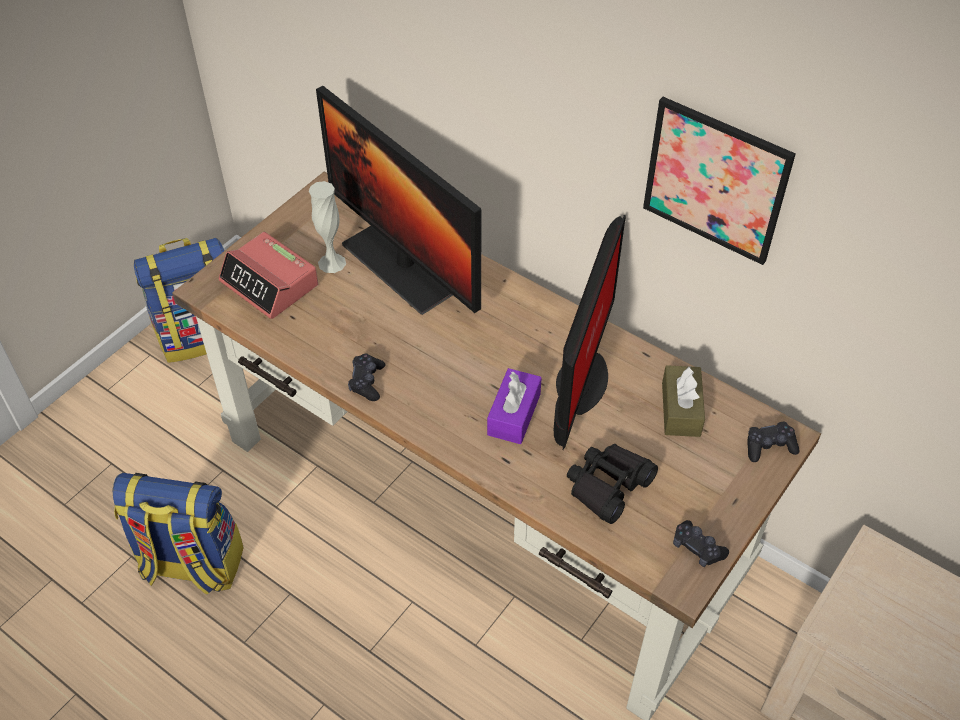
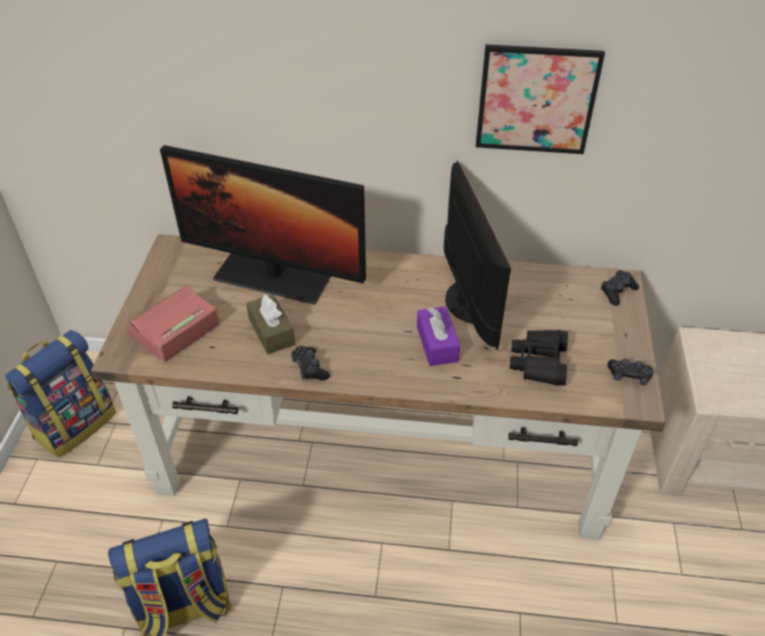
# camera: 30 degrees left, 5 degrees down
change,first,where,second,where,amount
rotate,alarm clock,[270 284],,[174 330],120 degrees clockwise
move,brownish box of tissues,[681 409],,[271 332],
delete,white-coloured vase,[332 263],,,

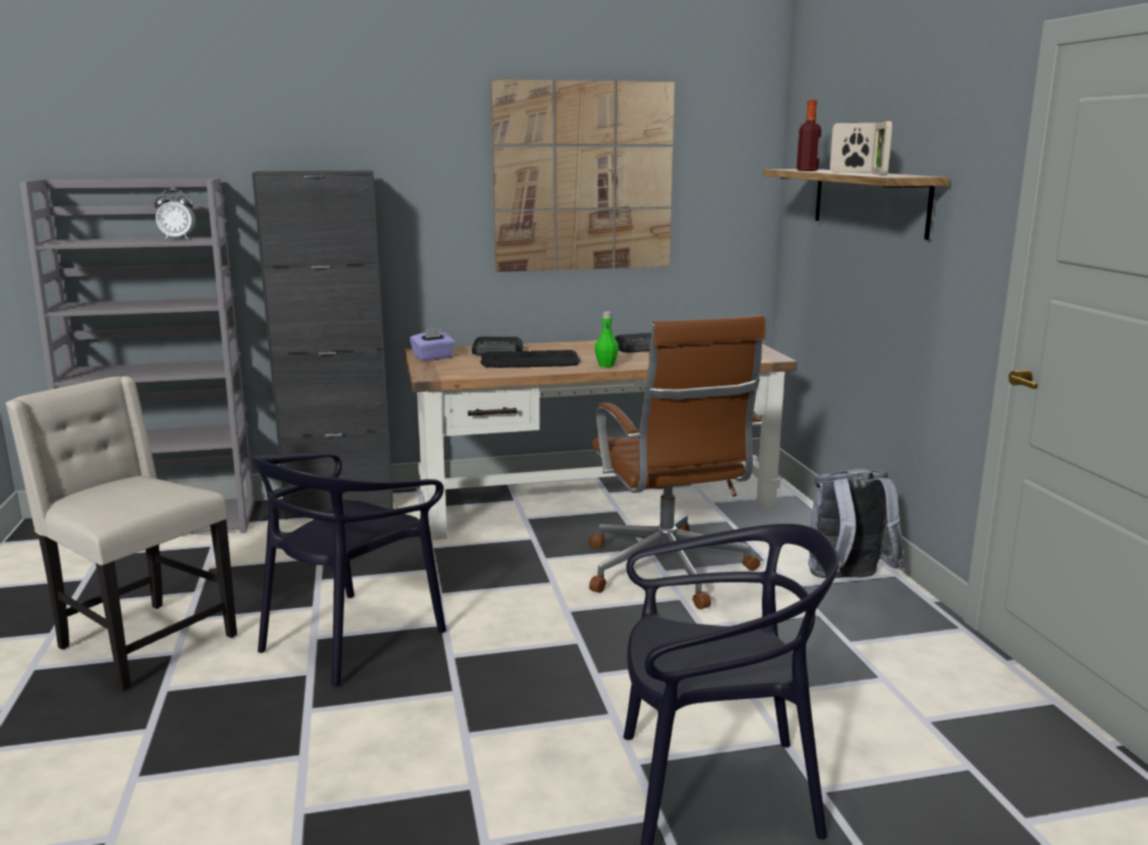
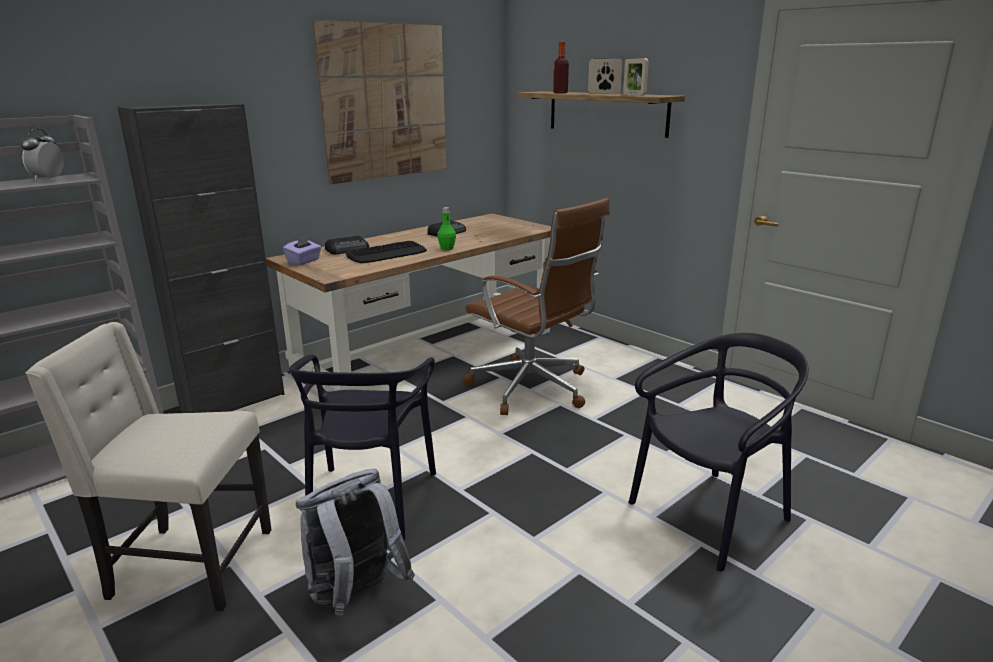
# camera: 30 degrees left, 5 degrees up
change,first,where,second,where,amount
rotate,alarm clock,[178 238],,[48 179],135 degrees clockwise
move,grey knapsack,[847 580],,[355 596],

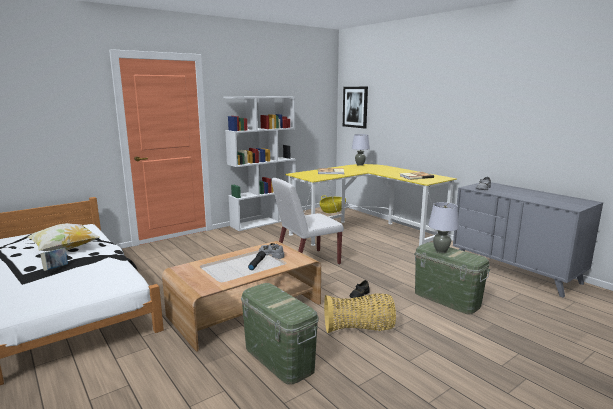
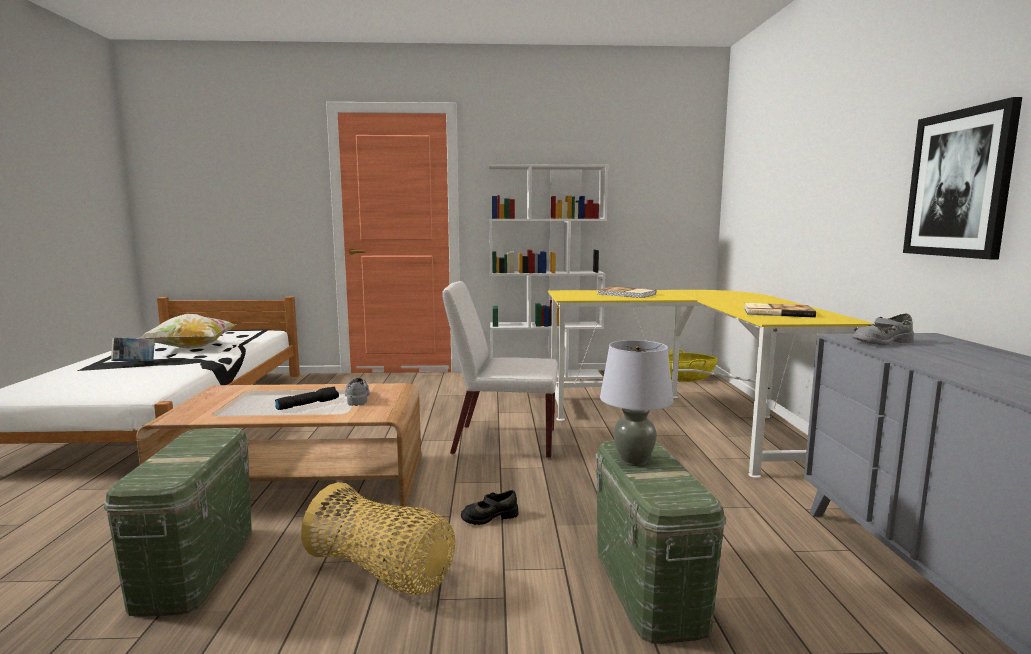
# camera: 35 degrees right, 5 degrees down
change,first,where,second,where,amount
move,wall picture,[355 107],,[959 184],
delete,grey table lamp,[360 165],,,

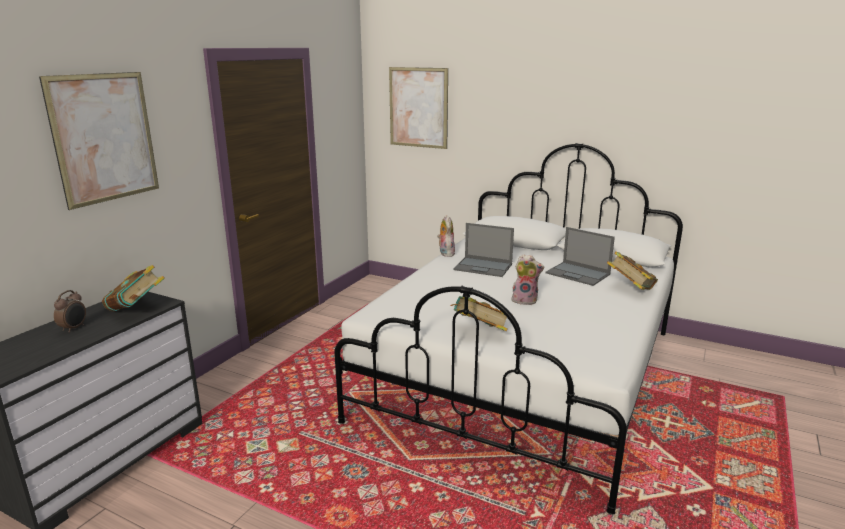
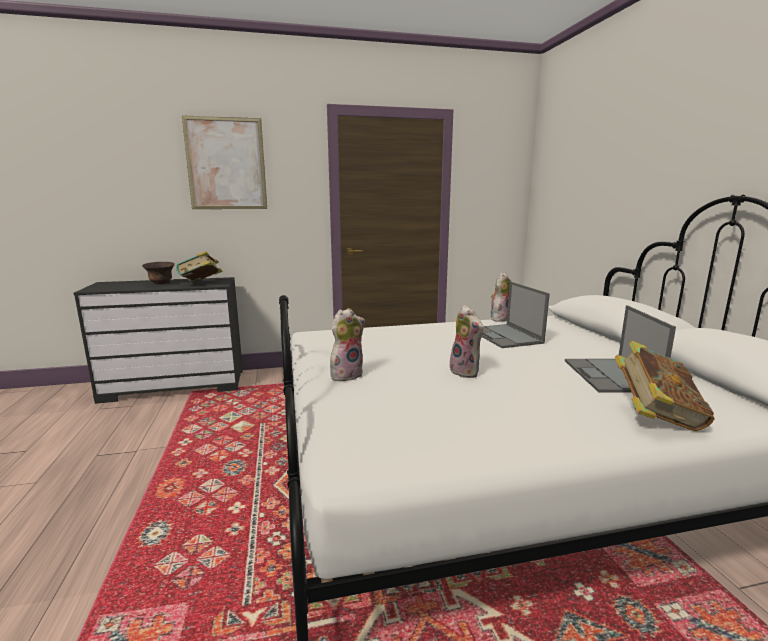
# camera: 50 degrees right, 5 degrees down
change,first,where,second,where,amount
replace,alarm clock,[74 328],brownish bowl,[161 283],
replace,book,[479 332],soft toy,[346 374],
delete,wall picture,[418 107],,,

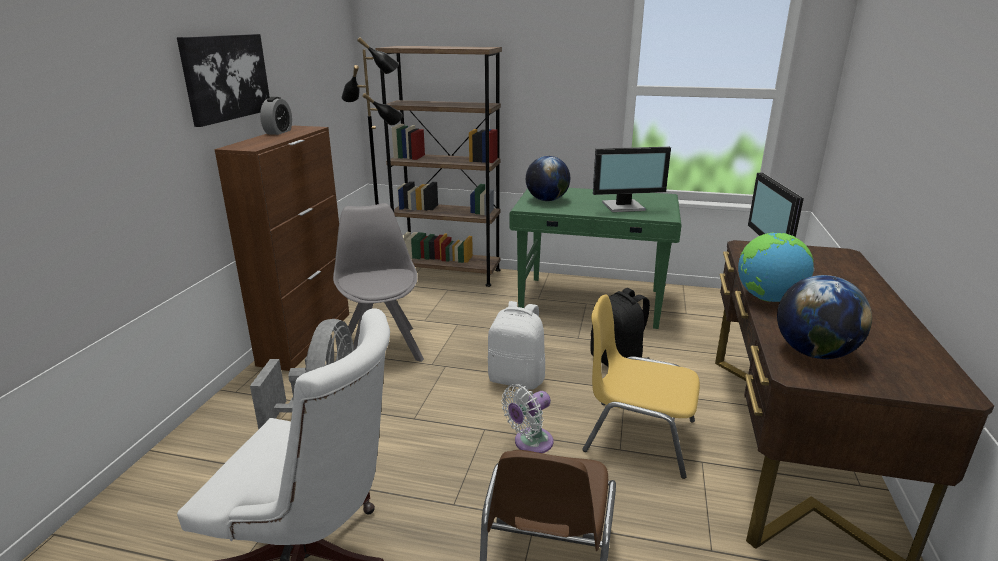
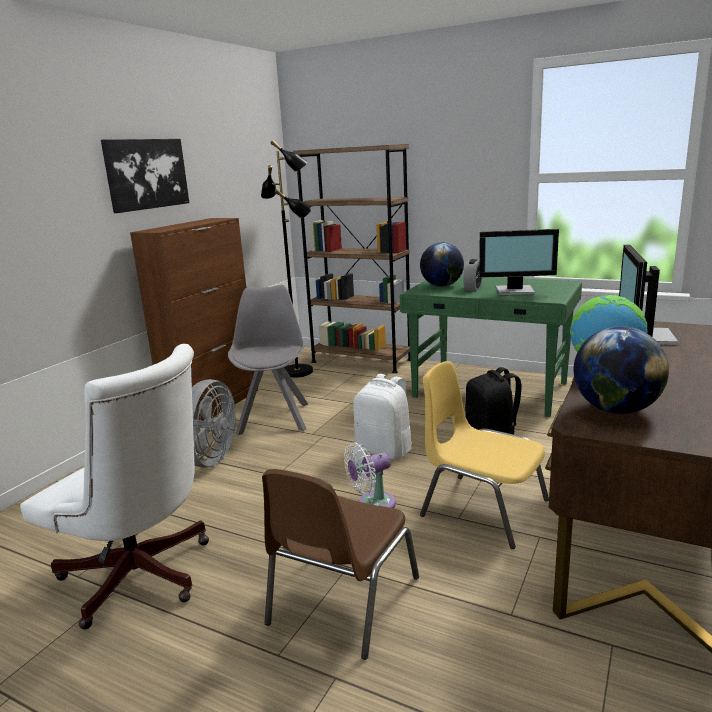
# camera: 15 degrees right, 5 degrees down
change,first,where,second,where,amount
move,alarm clock,[278 132],,[473 288],

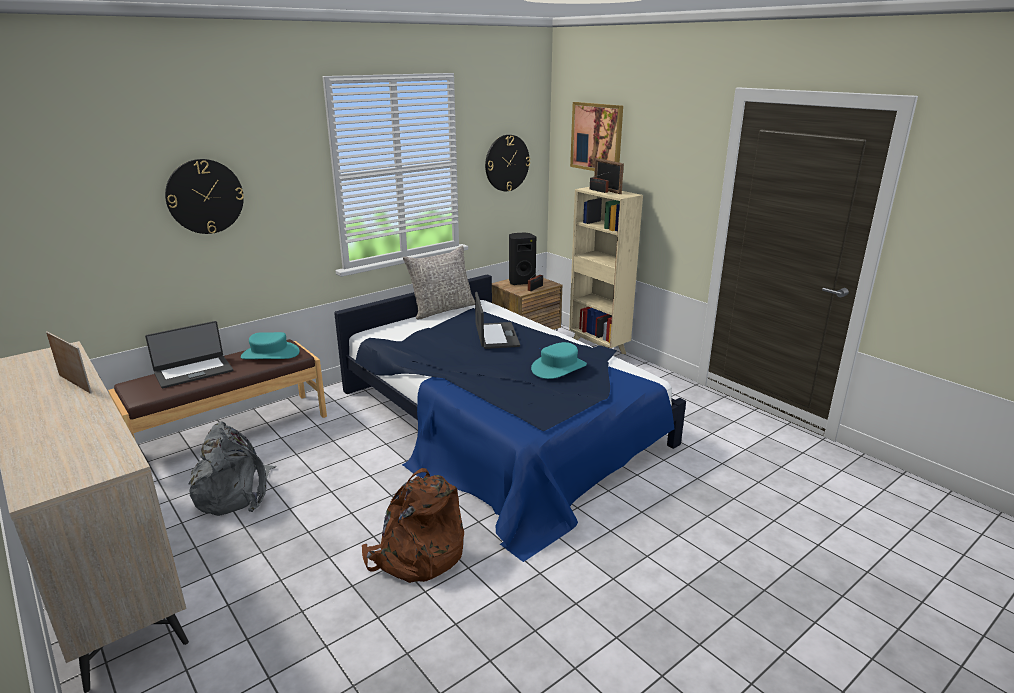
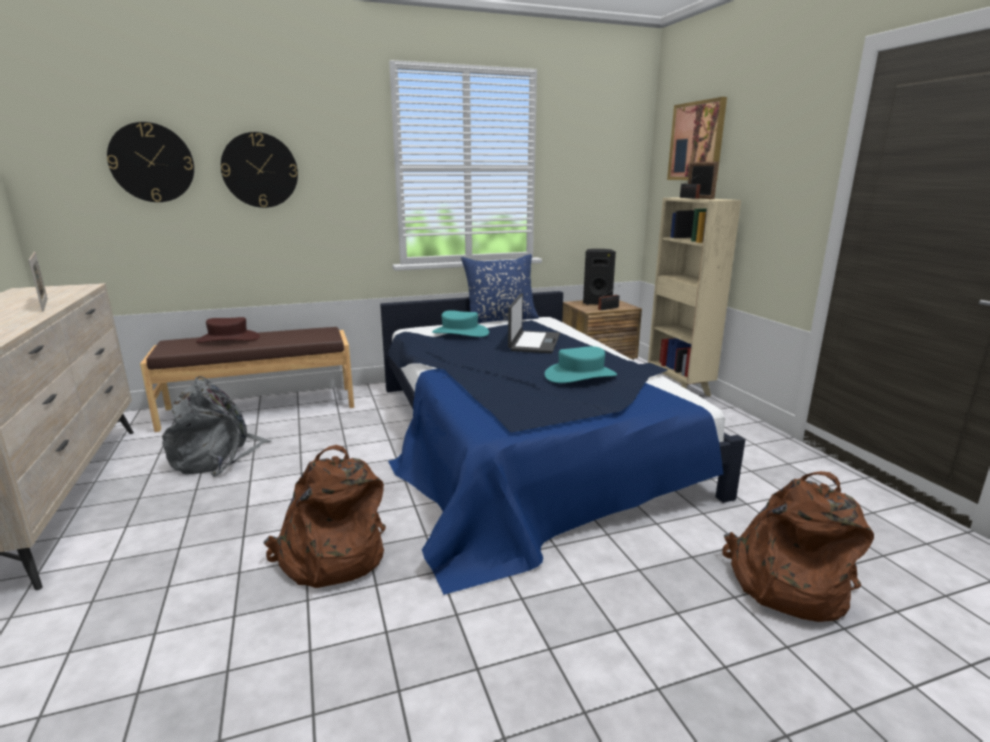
# camera: 20 degrees right, 5 degrees down
change,first,where,second,where,amount
move,wall clock,[507 163],,[152 163],
replace,laptop,[193 372],brownish hat,[228 339],
move,blue-green hat,[270 354],,[460 333],
recolor,grey cushion,[442 309],blue cushion,[500 319],
insert,,,brownish knapsack,[785 583],

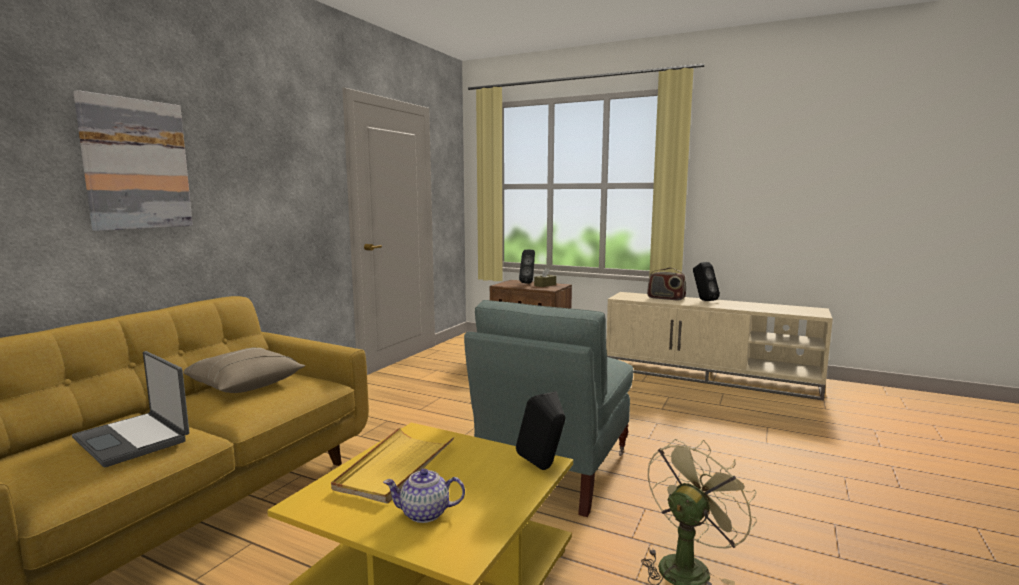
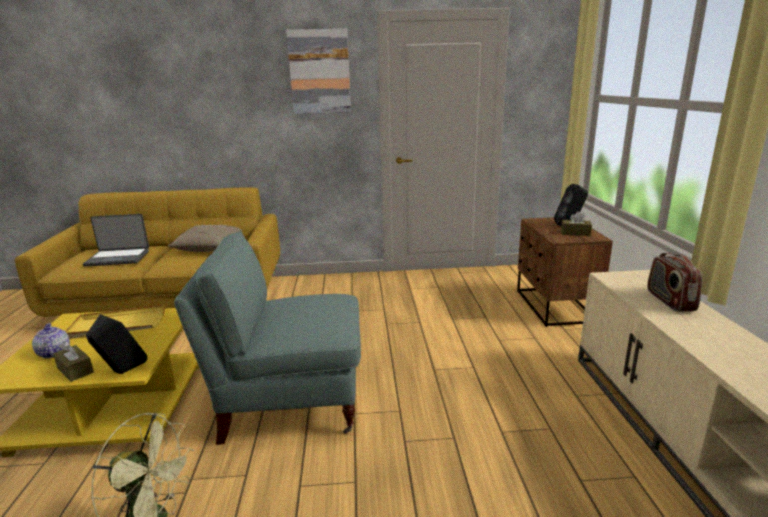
# camera: 60 degrees right, 10 degrees up
change,first,where,second,where,amount
insert,,,brownish box of tissues,[75 370],
rotate,laptop,[134 439],,[118 258],105 degrees counterclockwise
move,wall picture,[136 164],,[319 72],
delete,blackish audio speaker,[703 300],,,

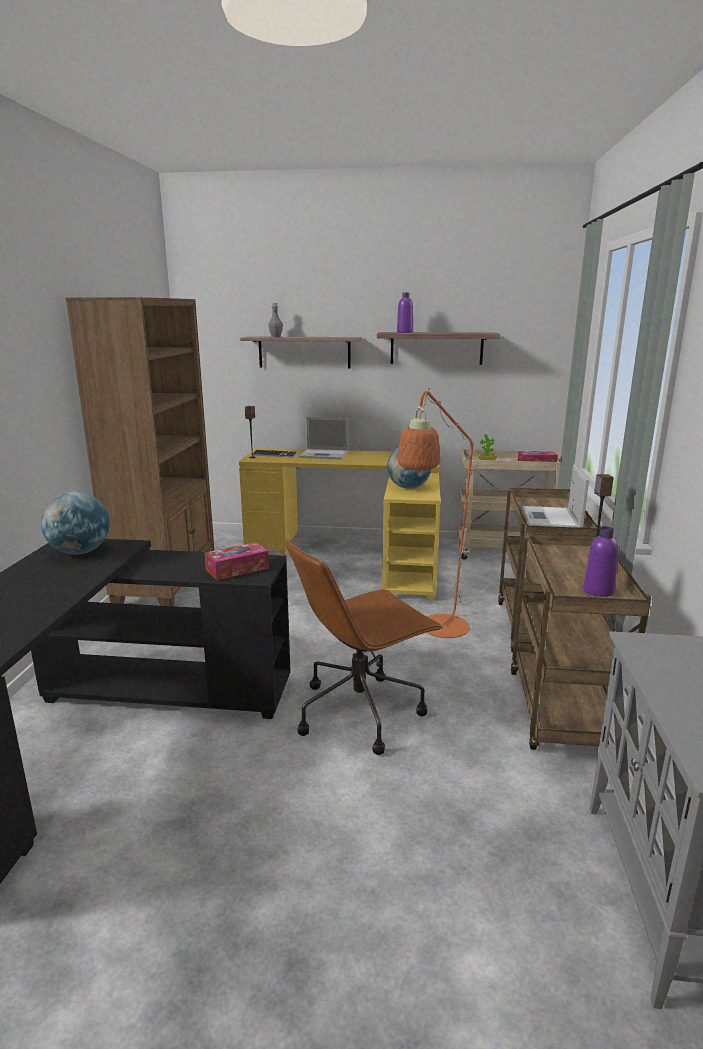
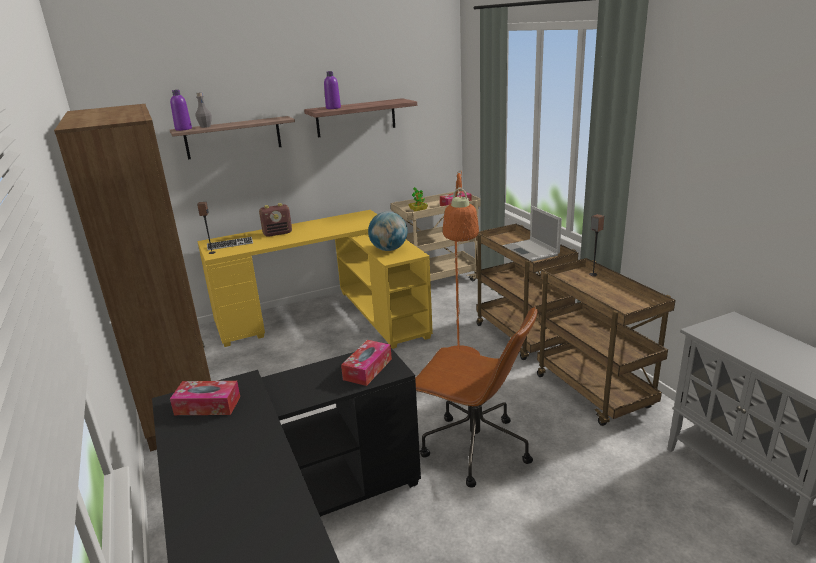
# camera: 30 degrees left, 5 degrees up
change,first,where,second,where,amount
move,purplish beverage bottle,[598 591],,[183 129],
replace,desk globe,[80 552],box of tissues,[207 405],
replace,laptop,[325 454],radio set,[278 233],
rotate,brownish office chair,[361 711],,[473 448],90 degrees counterclockwise

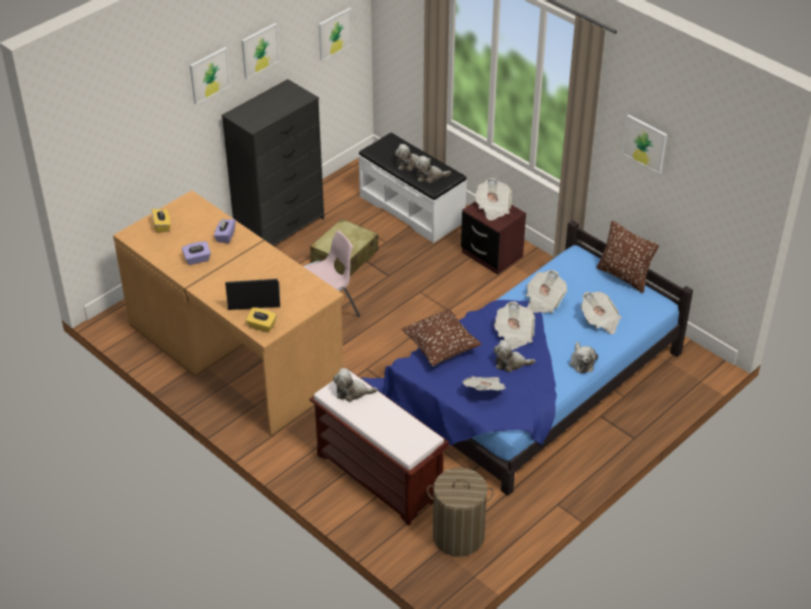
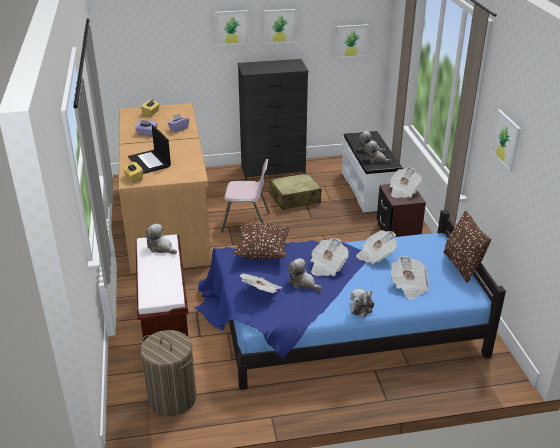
# camera: 35 degrees right, 10 degrees down
change,first,where,second,where,amount
rotate,laptop,[253 297],,[150 162],150 degrees counterclockwise

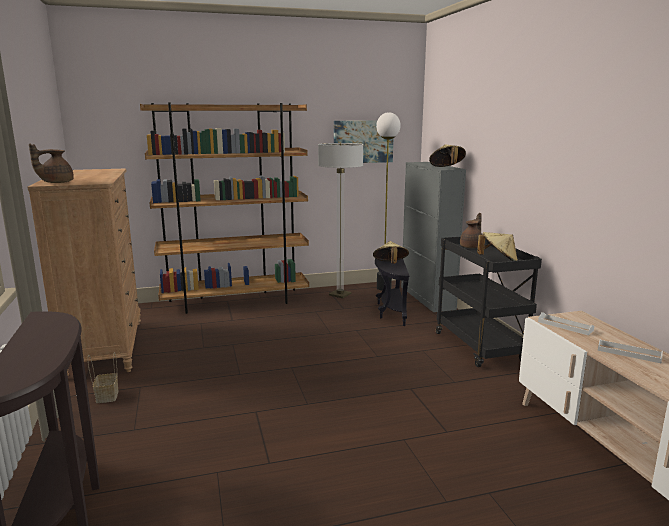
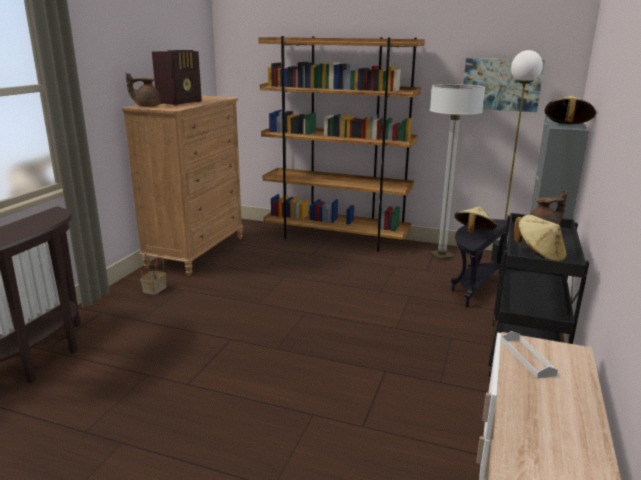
# camera: 35 degrees right, 5 degrees up
change,first,where,second,where,amount
insert,,,radio set,[181 102],
delete,white-coloured tray,[629 353],,,

